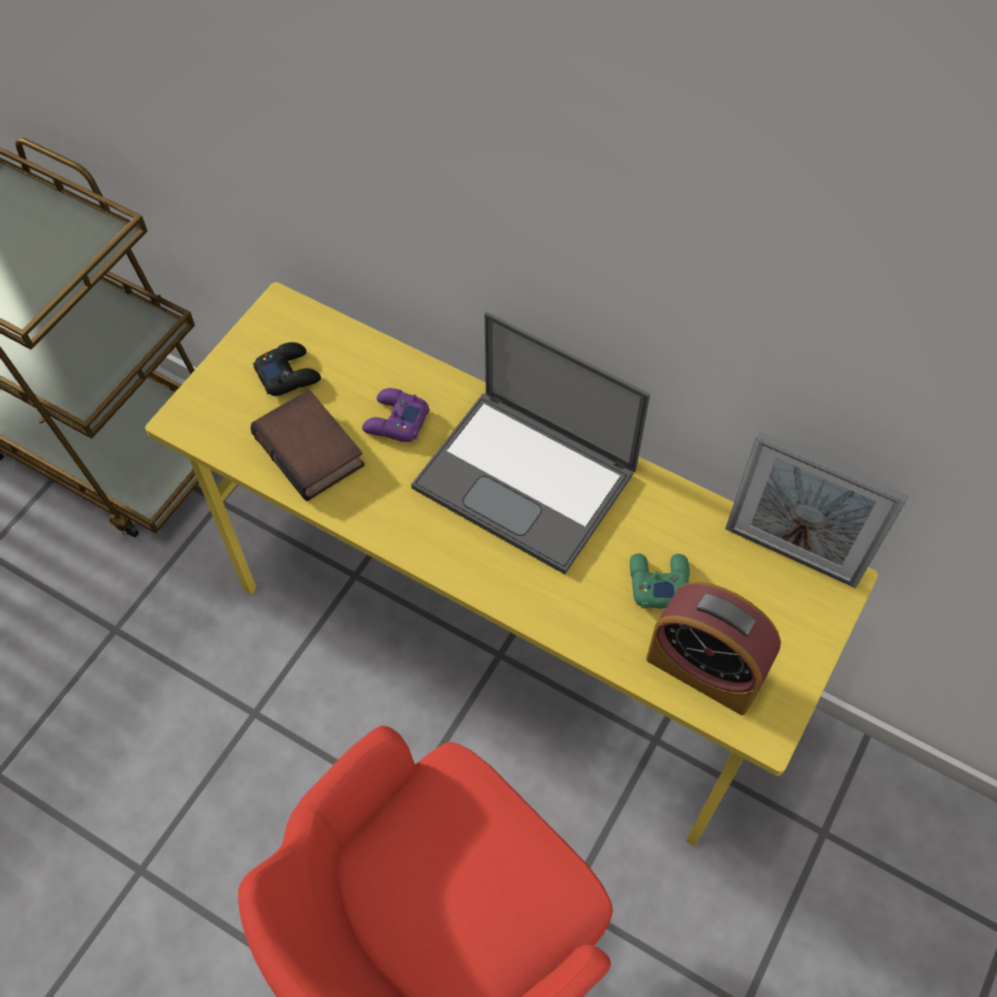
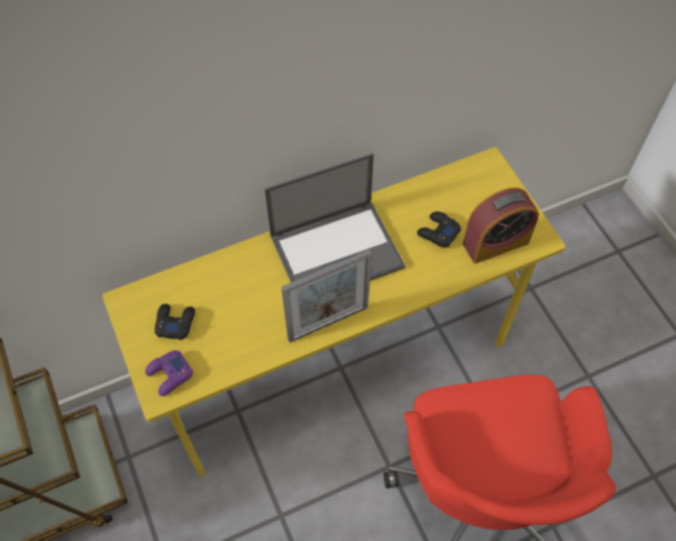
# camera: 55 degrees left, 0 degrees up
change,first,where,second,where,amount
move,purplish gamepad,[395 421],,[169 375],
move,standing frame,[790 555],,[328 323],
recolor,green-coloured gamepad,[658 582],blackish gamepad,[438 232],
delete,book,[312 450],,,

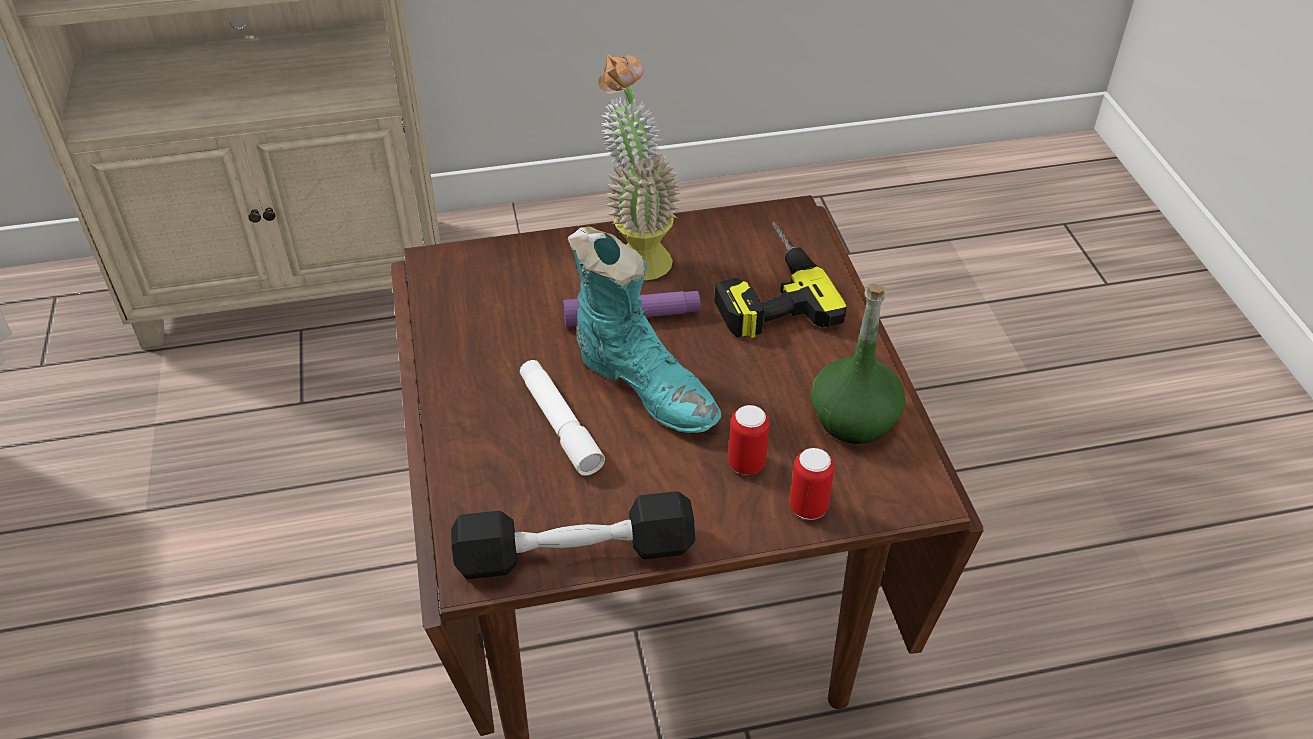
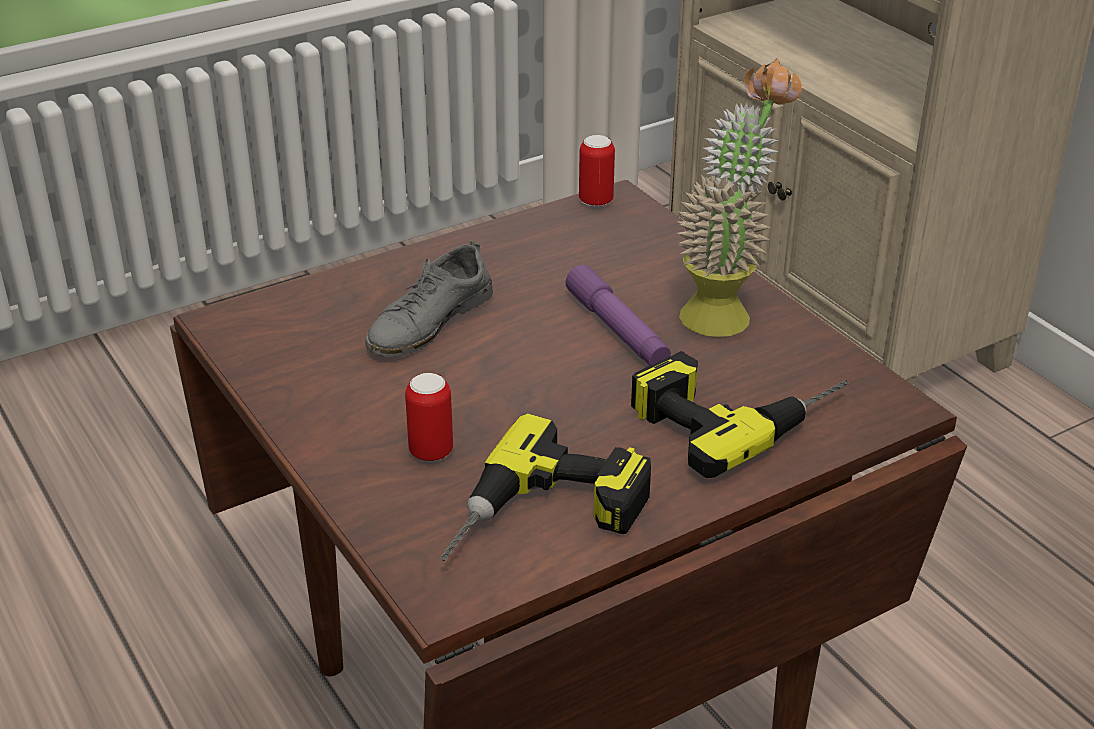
# camera: 70 degrees right, 10 degrees down
change,first,where,second,where,amount
replace,white-coloured torch,[560 424],grey low shoe,[429 322],
replace,green-coloured beverage bottle,[853 418],power drill,[546 520],
move,can,[808 507],,[596 201],
delete,blackish free weight,[575 553],,,
delete,blue-green tall boot,[645 387],,,

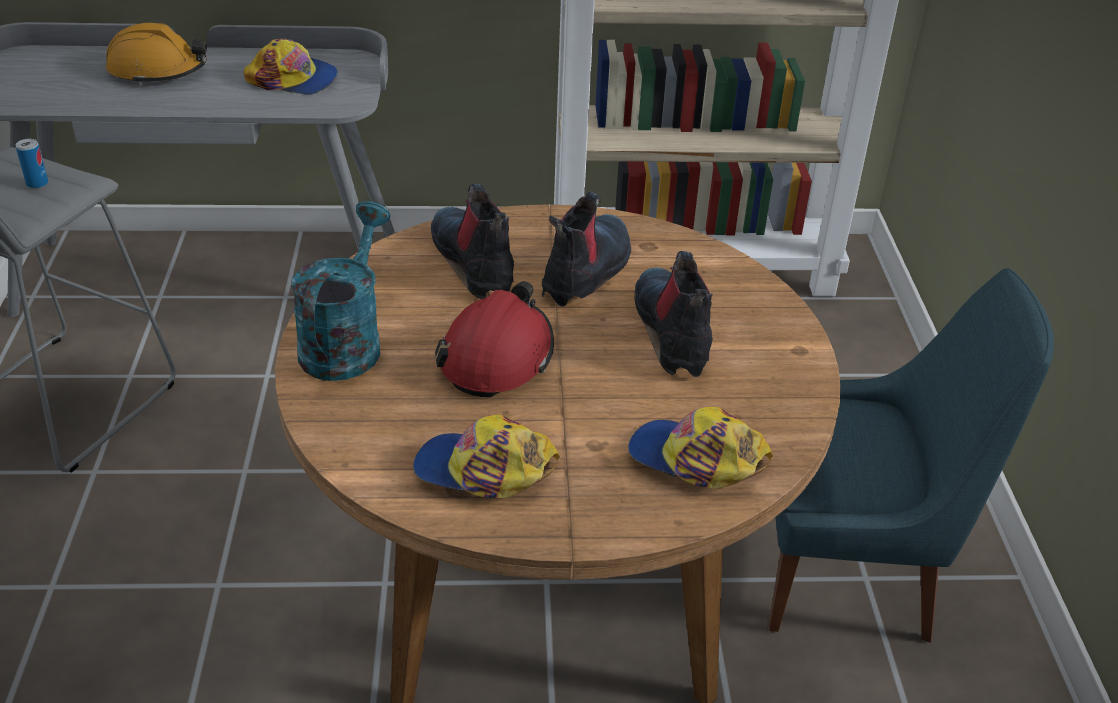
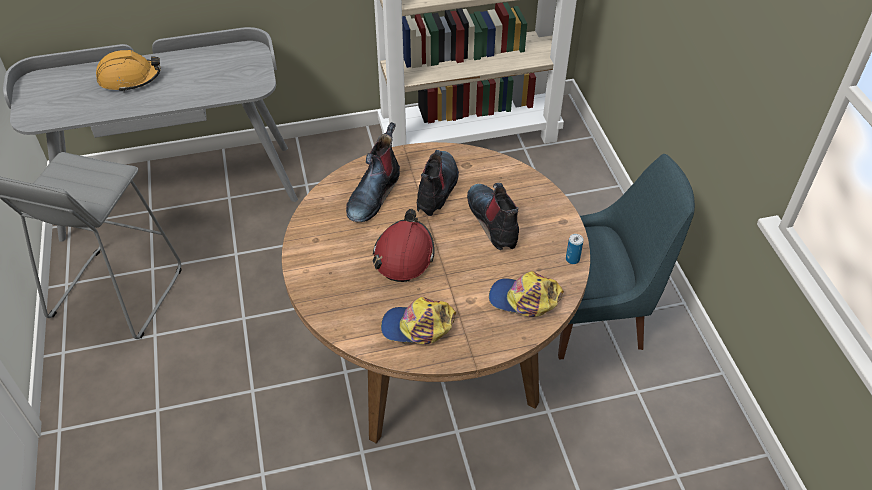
# camera: 10 degrees left, 10 degrees up
change,first,where,second,where,amount
rotate,tall boot,[475 263],,[373 194],120 degrees counterclockwise
move,can,[37 183],,[572 259],
delete,baseball cap,[293 79],,,
delete,blue-green watering pot,[345 342],,,

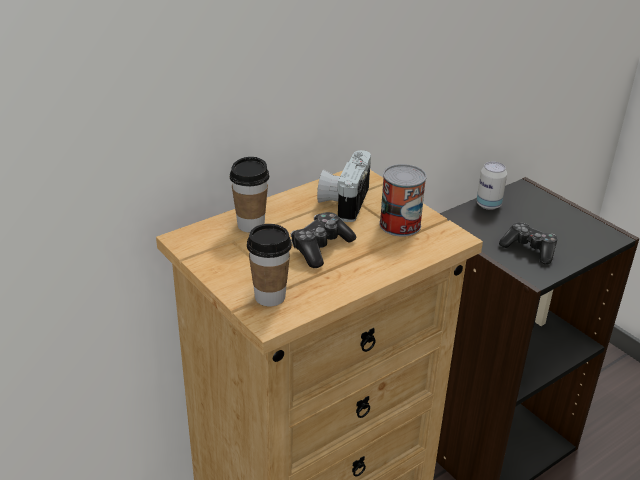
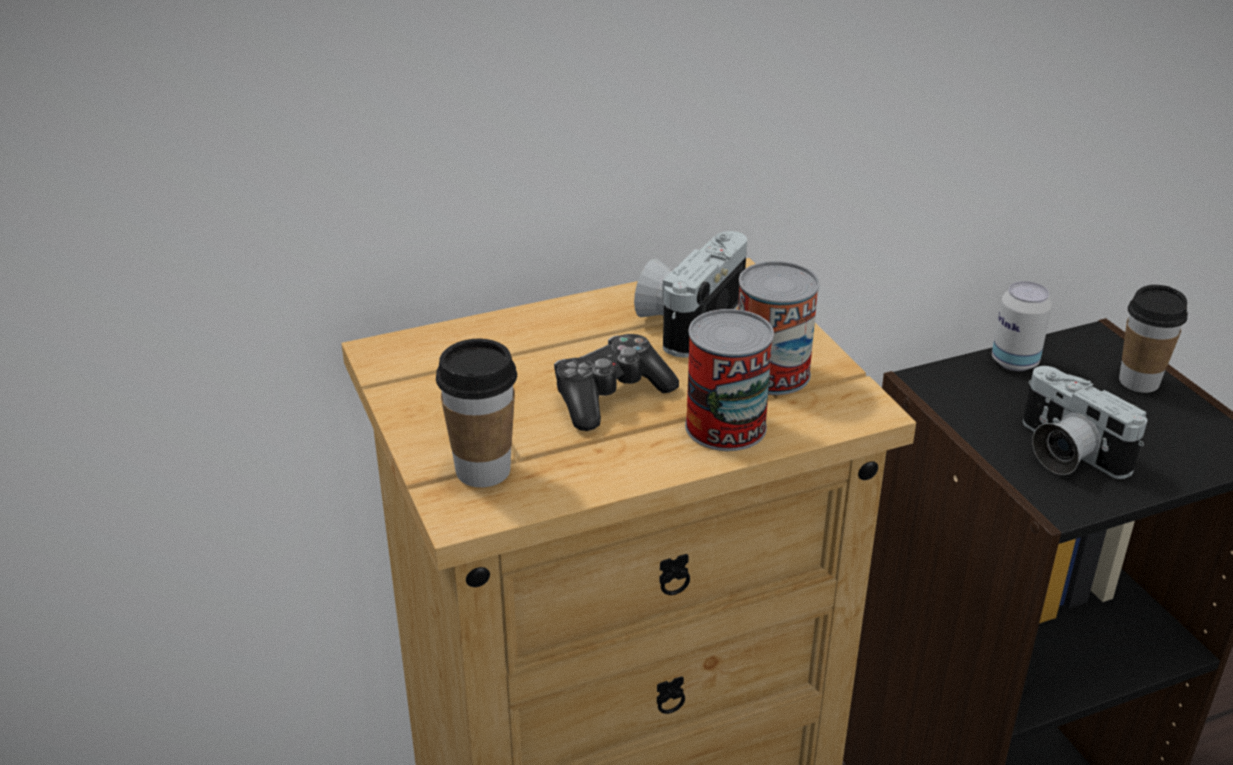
# camera: 15 degrees right, 0 degrees up
change,first,where,second,where,amount
insert,,,can,[725 426],
replace,gamepad,[529 249],photo camera,[1065 453],
move,drinking cup,[251 225],,[1139 382],

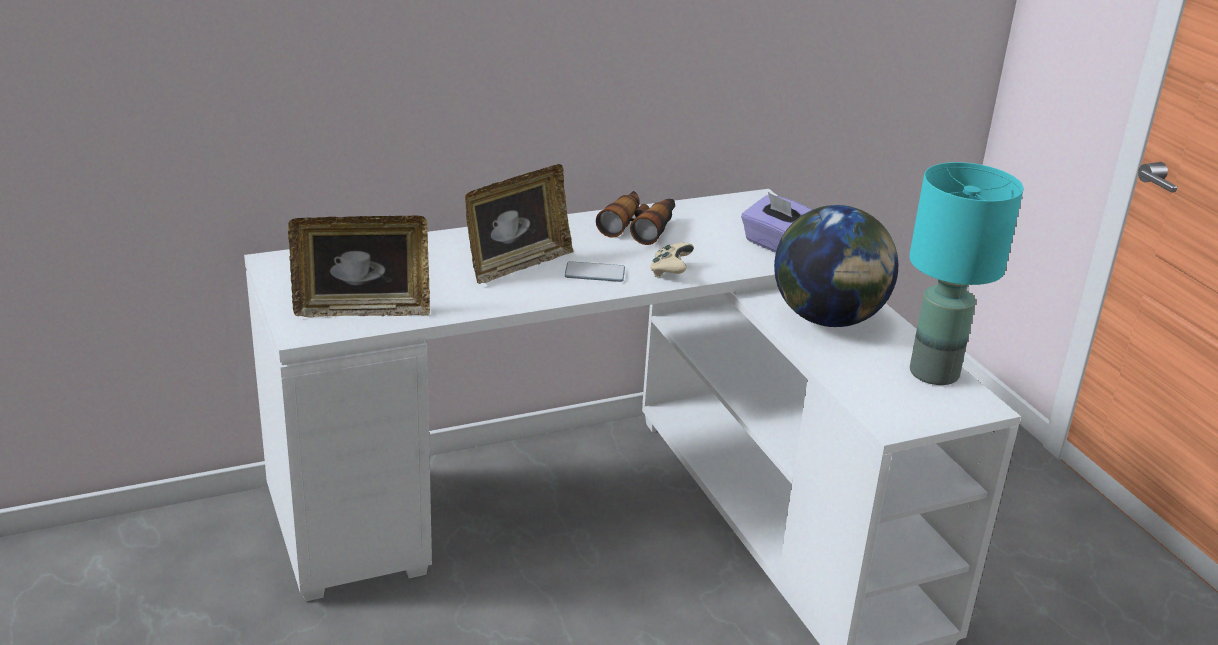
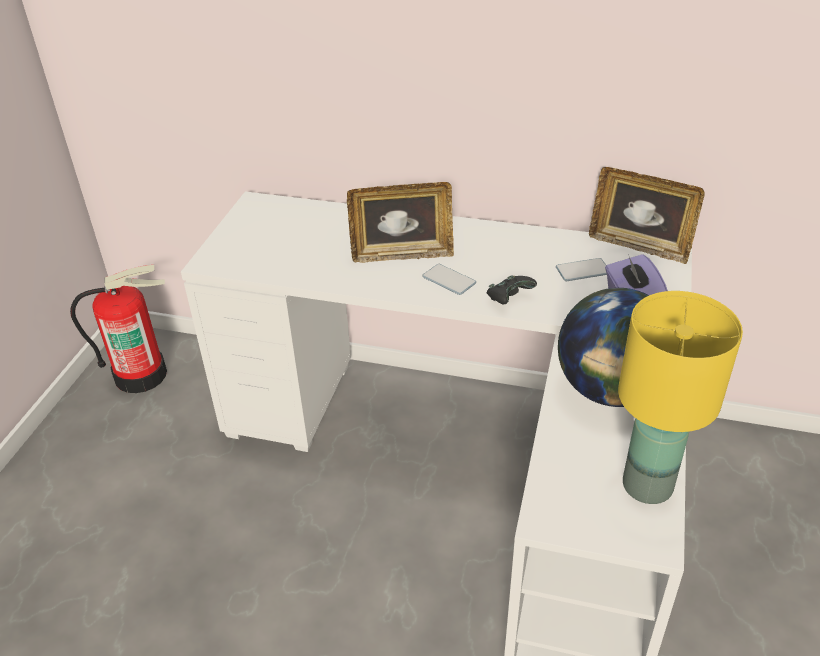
# camera: 40 degrees right, 10 degrees up
change,first,where,second,where,amount
insert,,,fire-fighting cylinder,[141 374],
recolor,sand-coloured gamepad,[670 272],blackish gamepad,[509 299],
insert,,,handset,[583 271],
move,standing frame,[362 310],,[639 246],
recolor,blue-green table lamp,[935 373],yellowish table lamp,[648 486],
delete,pair of binoculars,[639 226],,,

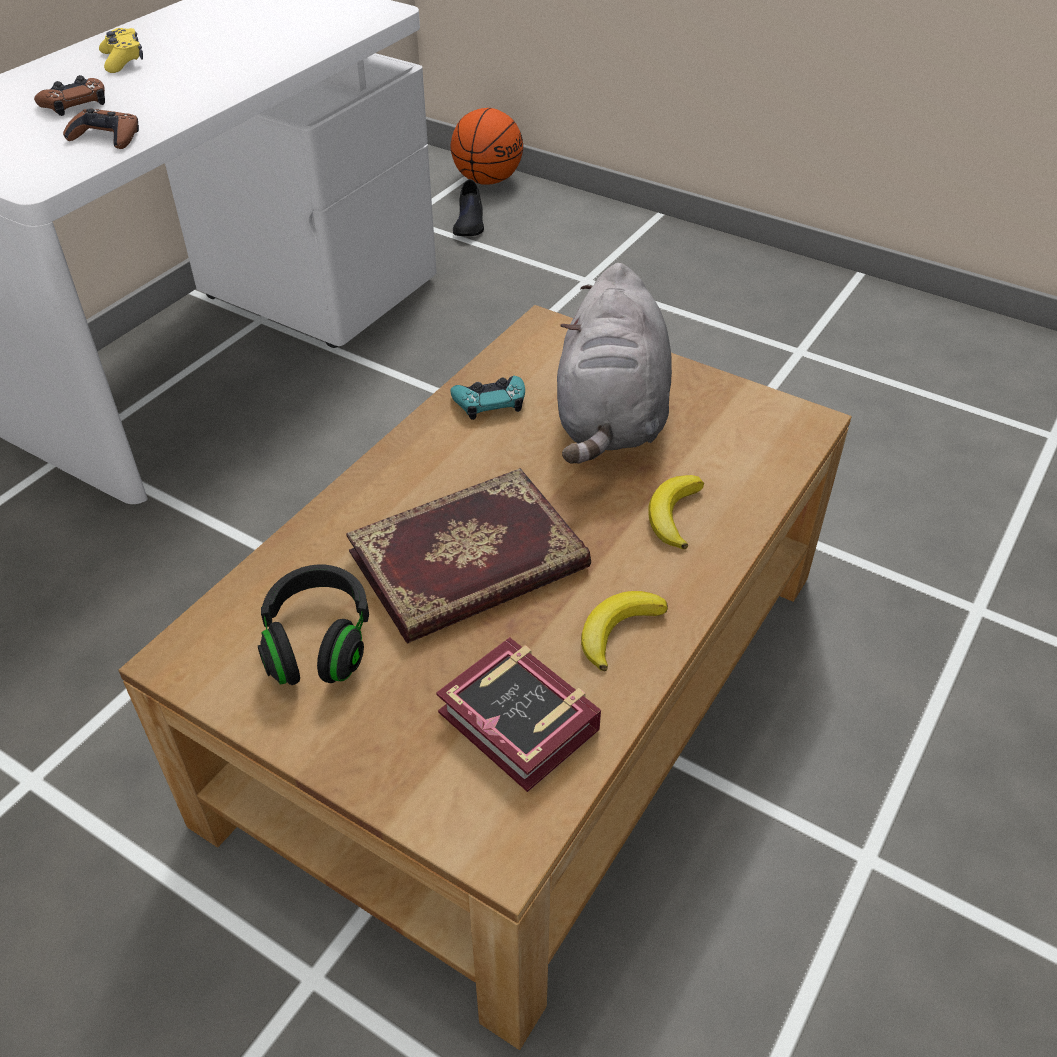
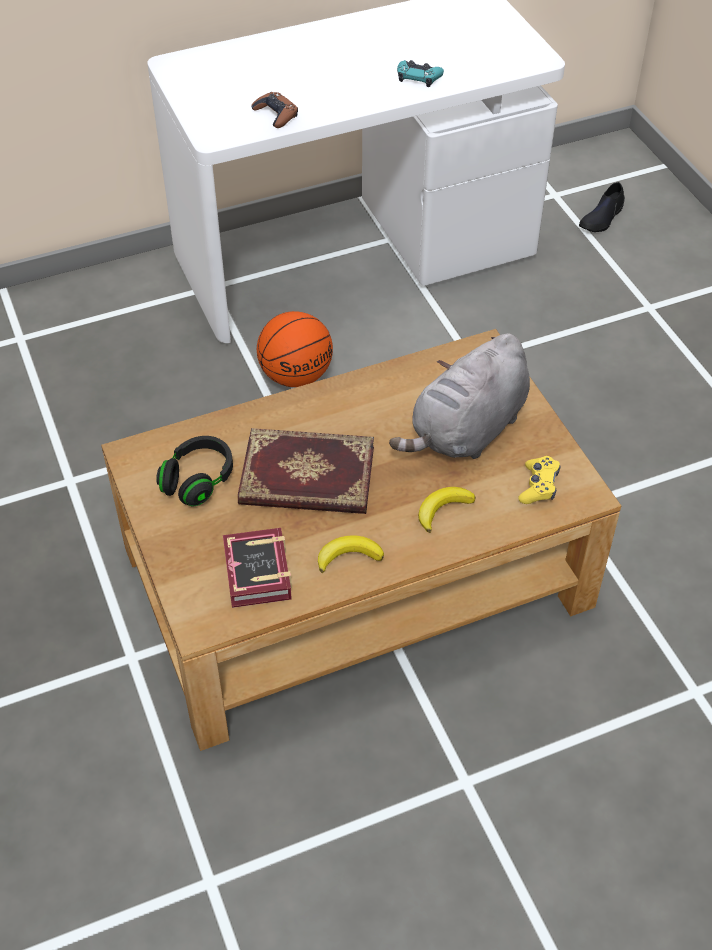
# camera: 35 degrees right, 5 degrees up
change,first,where,second,where,amount
move,basketball,[488 180],,[296 375],
move,blue-green gamepad,[490 402],,[418 77],
move,yellowish gamepad,[123 60],,[538 486],
delete,brownish gamepad,[75 103],,,

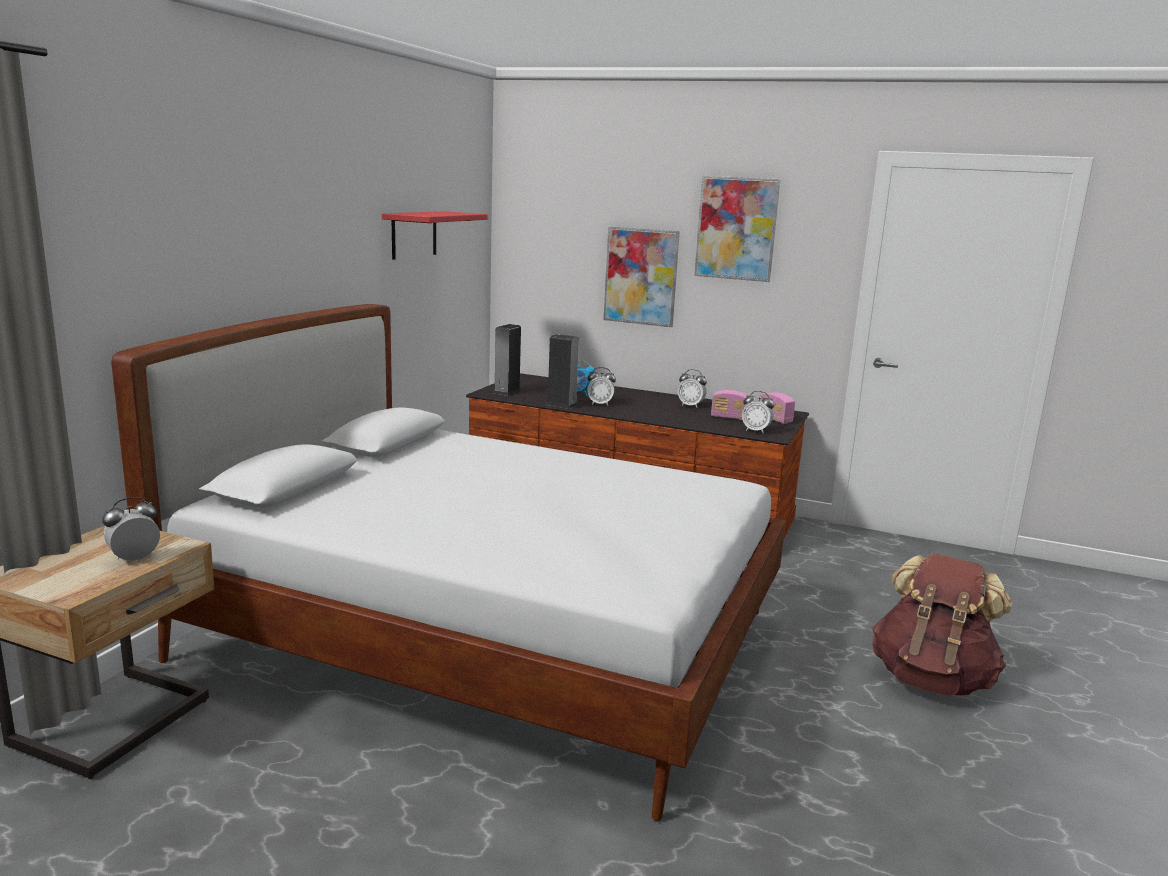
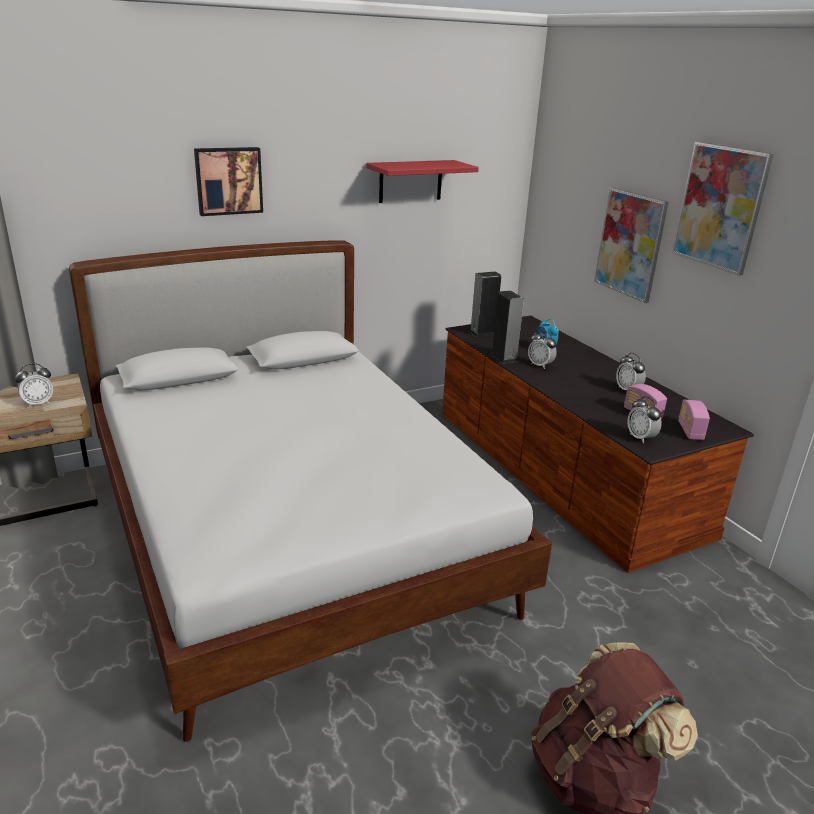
# camera: 40 degrees right, 10 degrees up
change,first,where,second,where,amount
rotate,alarm clock,[134 558],,[38 403],150 degrees clockwise
insert,,,wall picture,[228 180],

